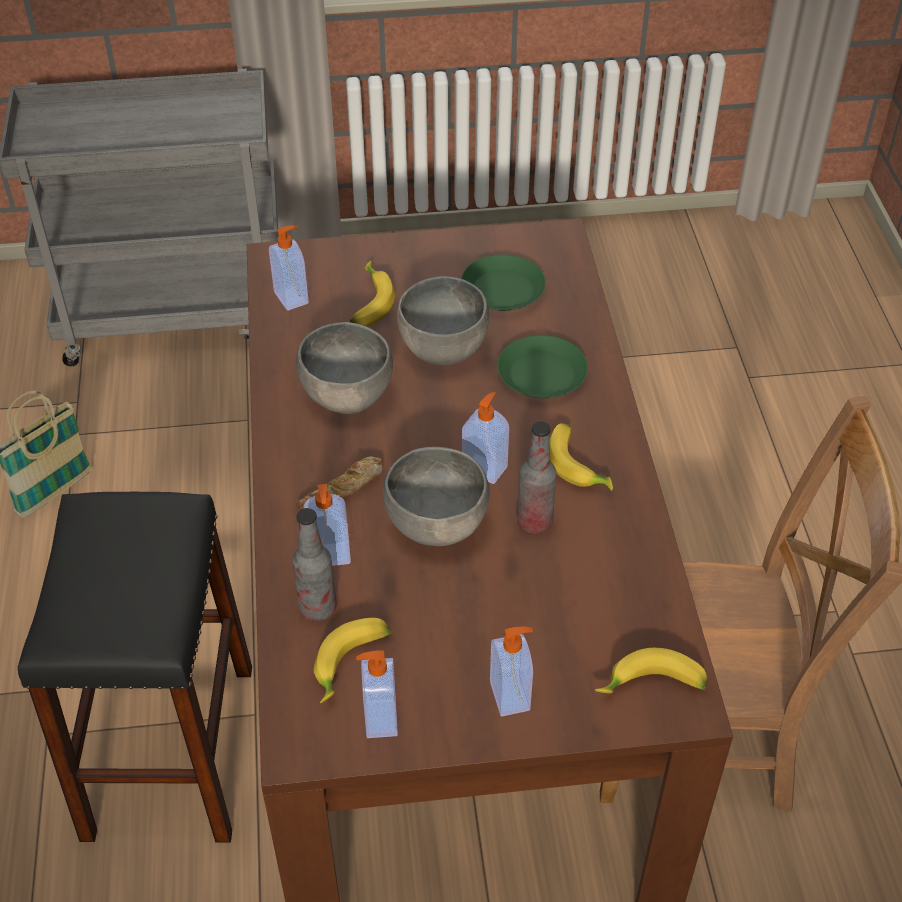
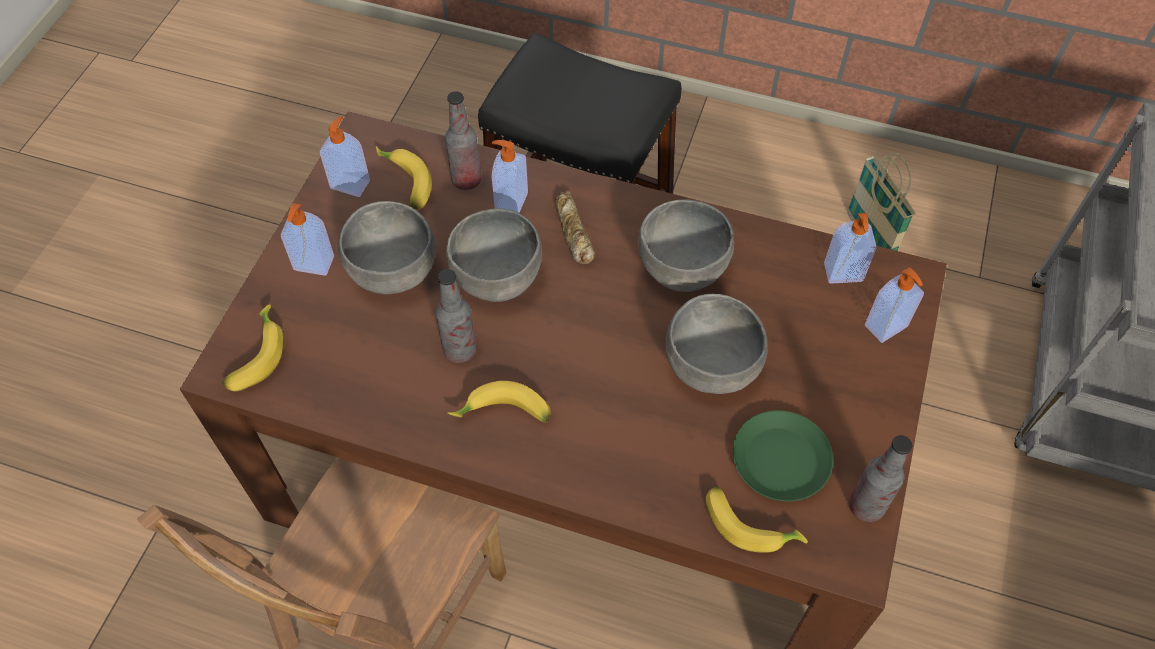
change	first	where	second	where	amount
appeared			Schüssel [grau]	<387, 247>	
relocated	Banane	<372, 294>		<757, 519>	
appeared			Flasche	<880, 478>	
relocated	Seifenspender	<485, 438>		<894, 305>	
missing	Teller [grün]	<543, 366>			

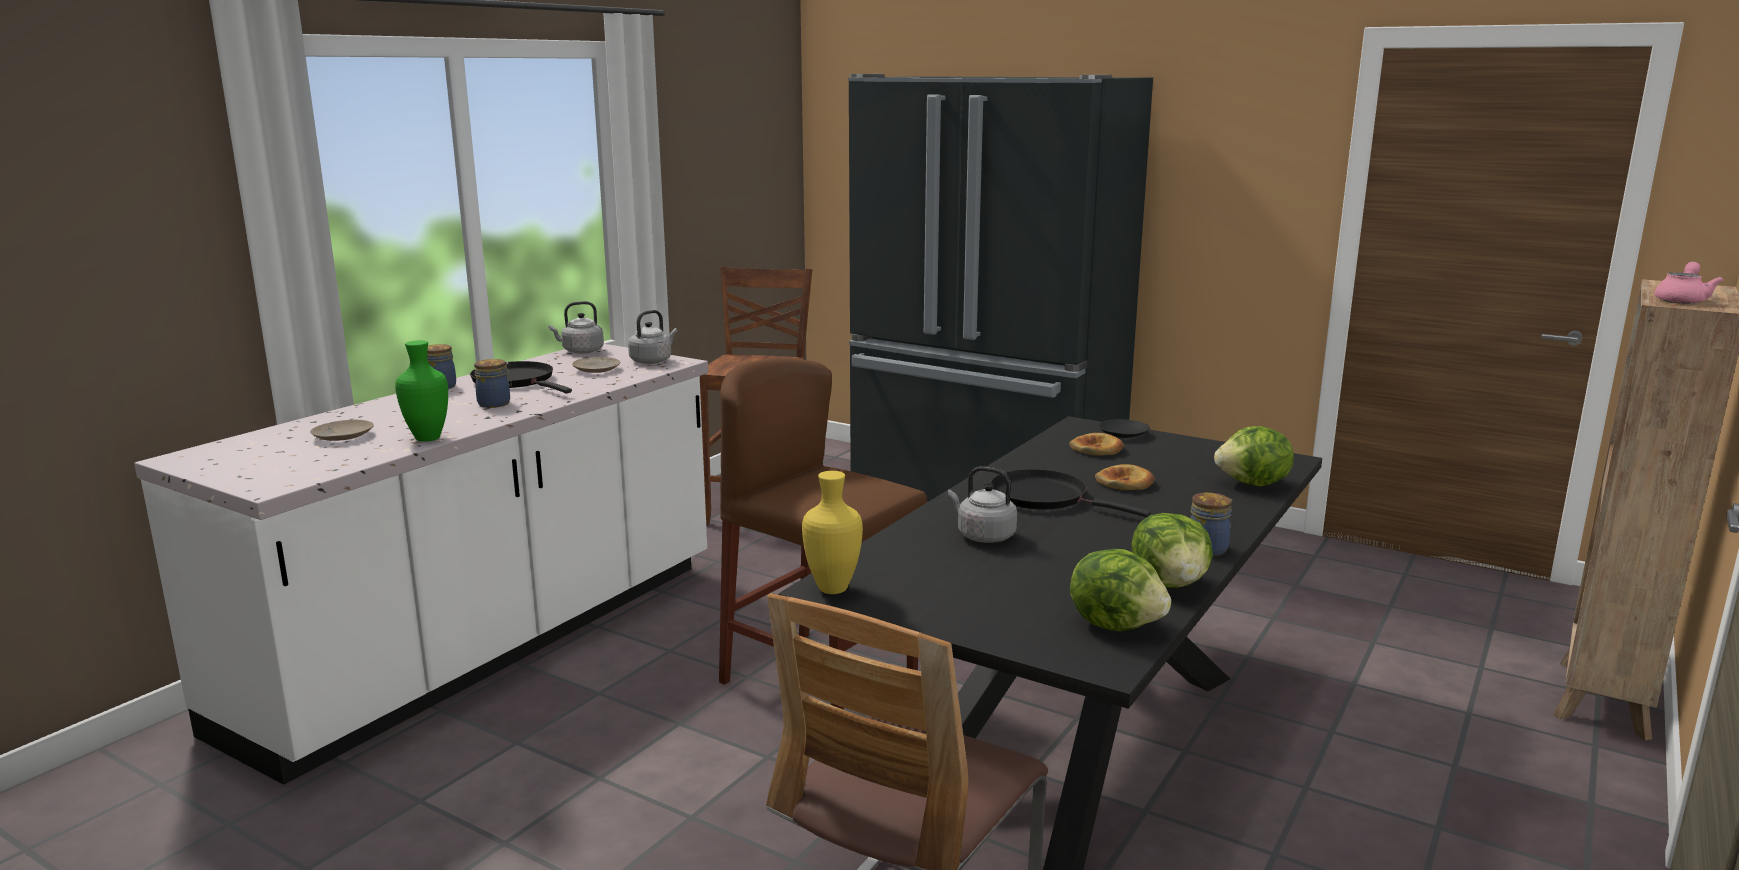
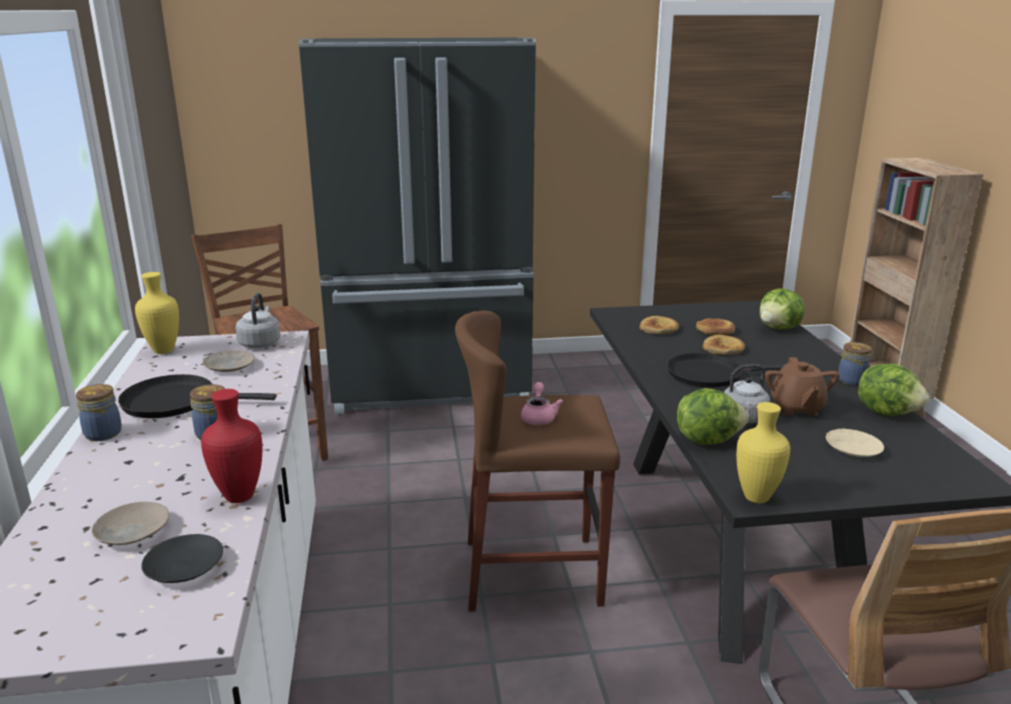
change	first	where	second	where	amount
exchanged	Wasserkessel [grau]	<576, 327>	Vase [gelb]	<157, 313>	
relocated	Teller [schwarz]	<1124, 428>		<182, 558>	
colour	Vase [grün]	<421, 391>	Vase [rot]	<231, 446>	
relocated	Teekanne [rosa]	<1688, 283>		<542, 403>	
relocated	Salatkopf	<1120, 590>		<712, 416>	
appeared			Brot	<715, 326>	
appeared			Teekanne [braun]	<802, 386>	
appeared			Teller [beige]	<855, 443>	

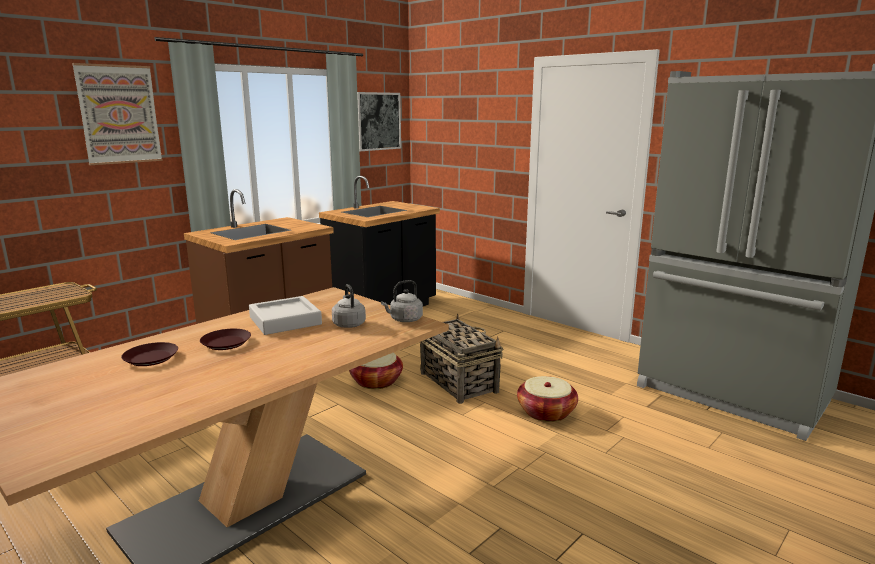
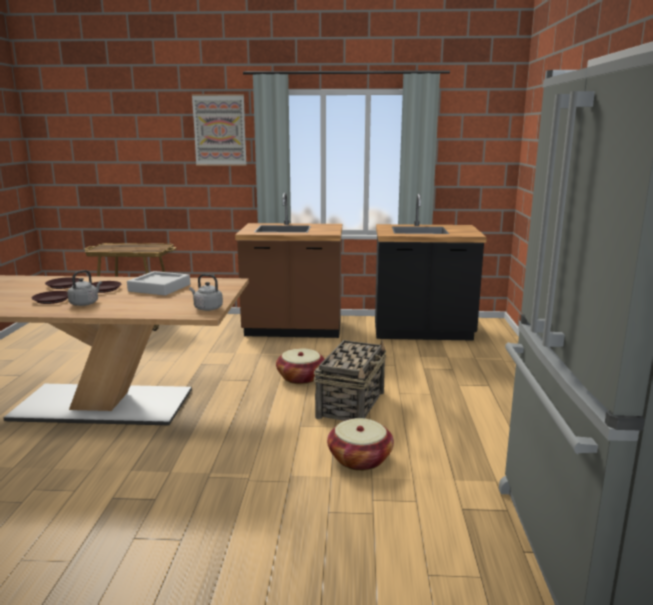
change	first	where	second	where	amount
appeared			Teller [braun]	<50, 297>	
relocated	Wasserkessel [grau]	<349, 306>		<84, 288>	
missing	Bild	<379, 121>			

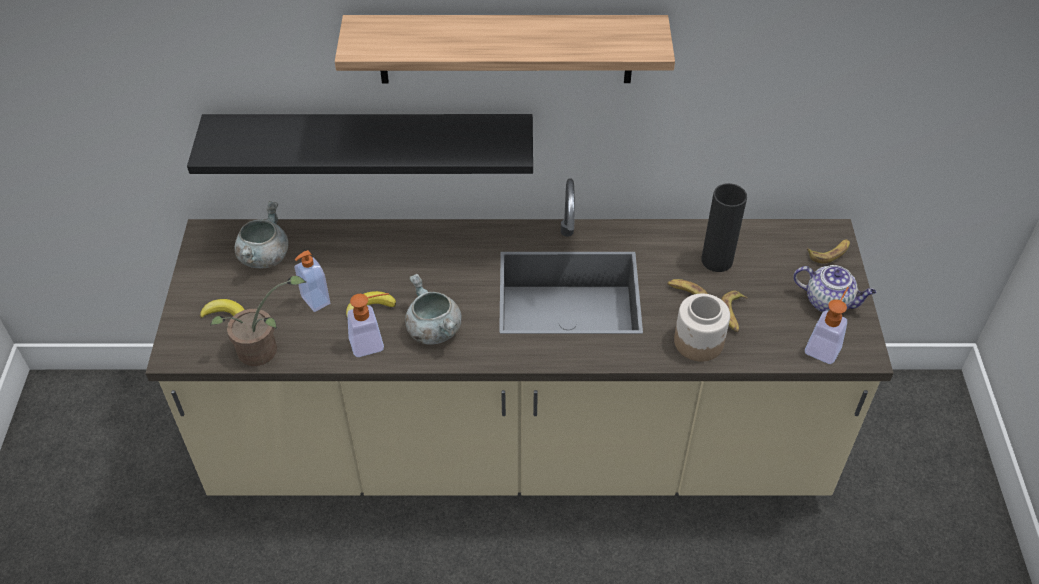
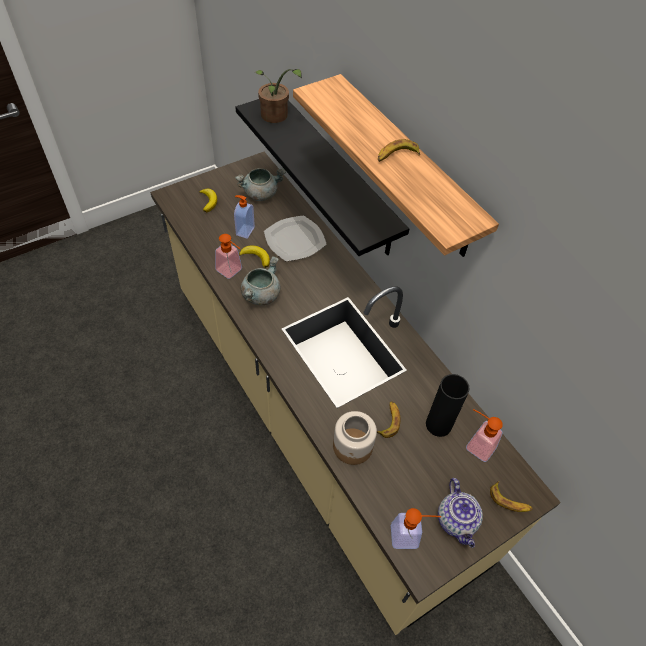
change	first	where	second	where	amount
relocated	Topfpflanze	<258, 320>		<278, 96>	
appeared			Teller	<295, 238>	
relocated	Banane	<734, 311>		<399, 150>	
appeared			Seifenspender	<484, 435>	

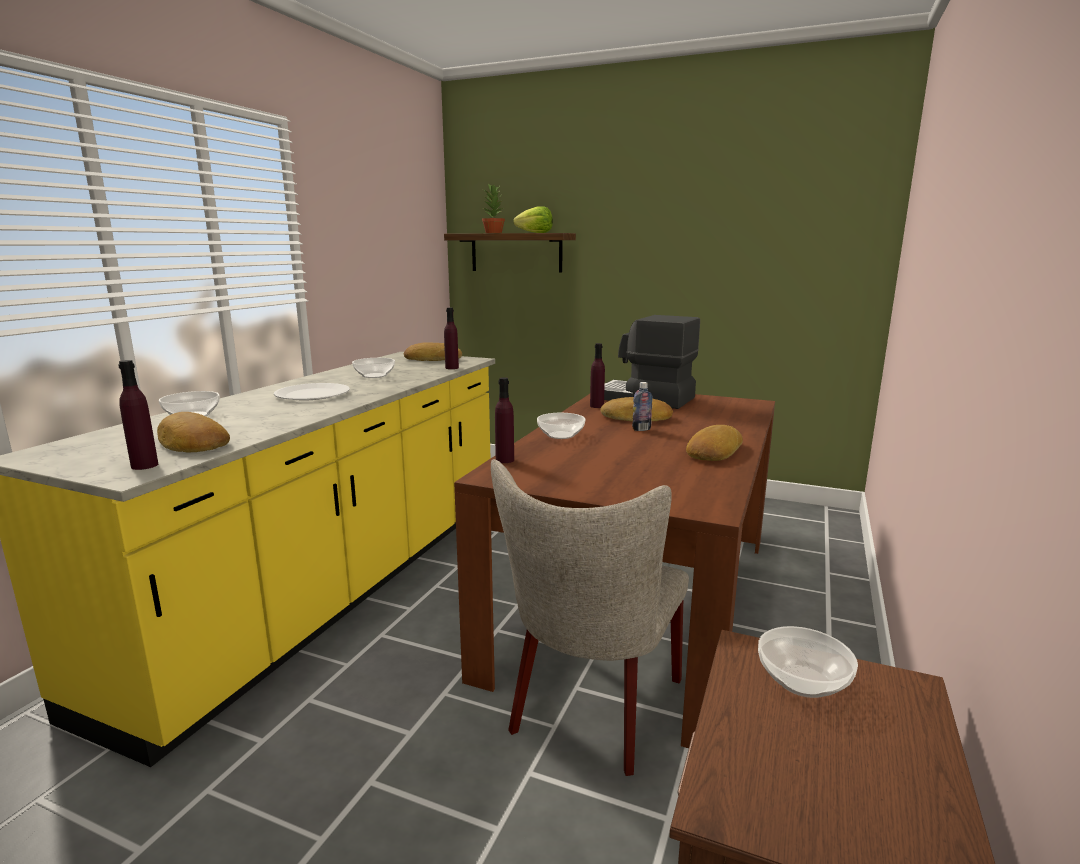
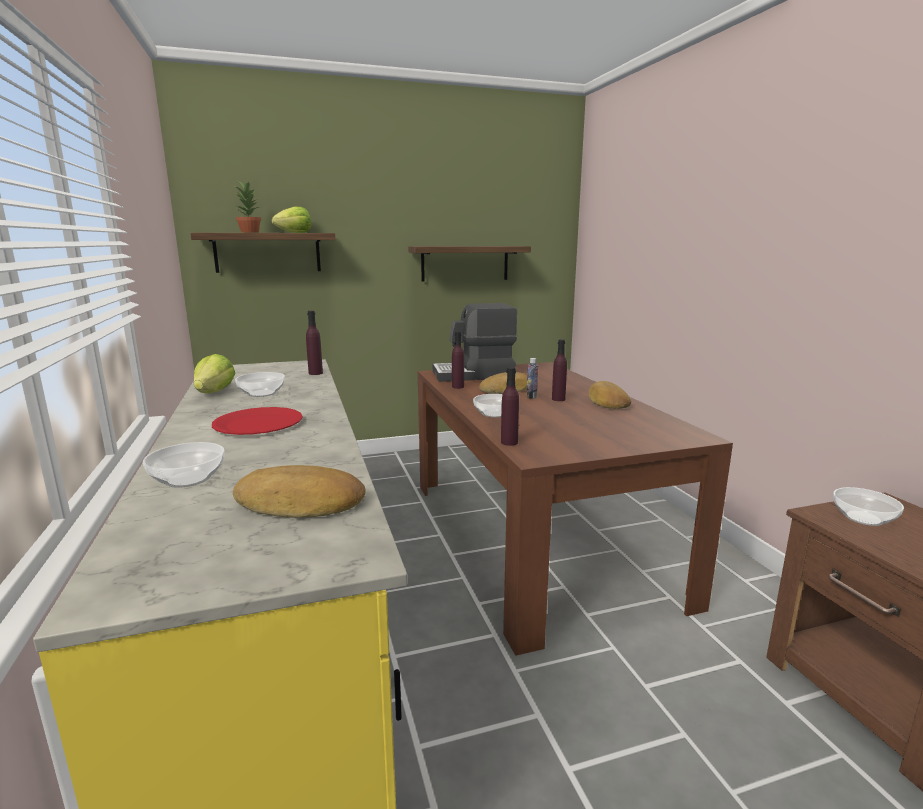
change	first	where	second	where	amount
appeared			Salatkopf	<214, 373>	
colour	Teller [weiß]	<312, 391>	Teller [rot]	<257, 421>	
appeared			Wandregal	<469, 264>	
relocated	Flasche [lila]	<138, 415>		<559, 370>	
missing	Brot	<433, 351>			
missing	Stuhl [beige]	<590, 617>			

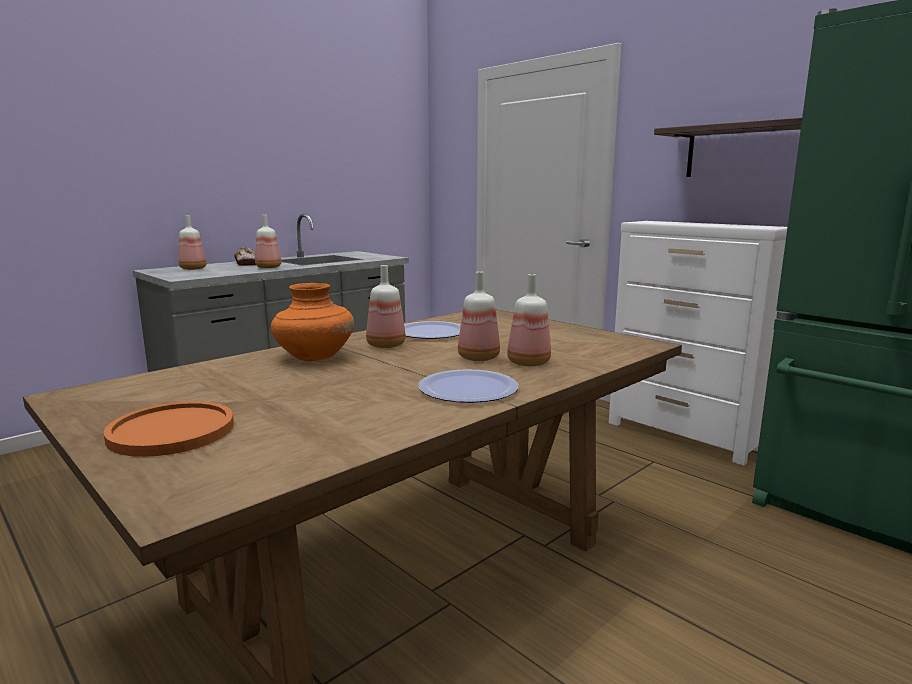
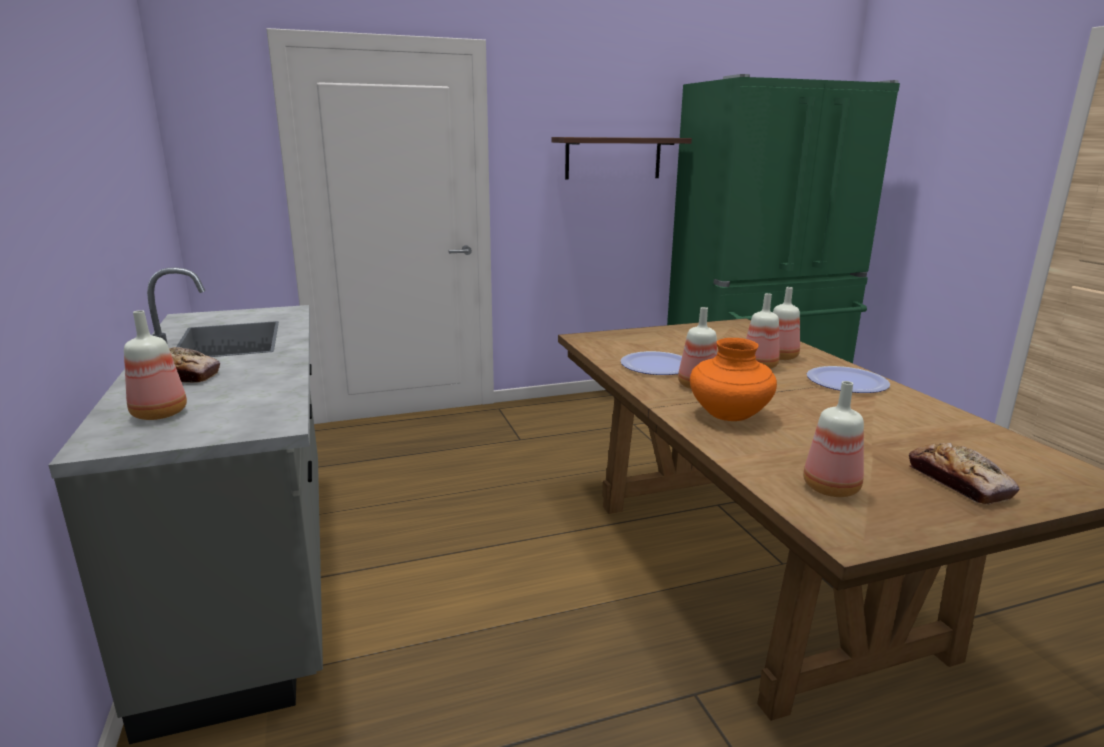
change	first	where	second	where	amount
relocated	Flasche	<268, 241>		<833, 439>	
exchanged	Teller [orange]	<169, 429>	Brot	<964, 474>	
missing	Kommode [weiß]	<698, 343>			

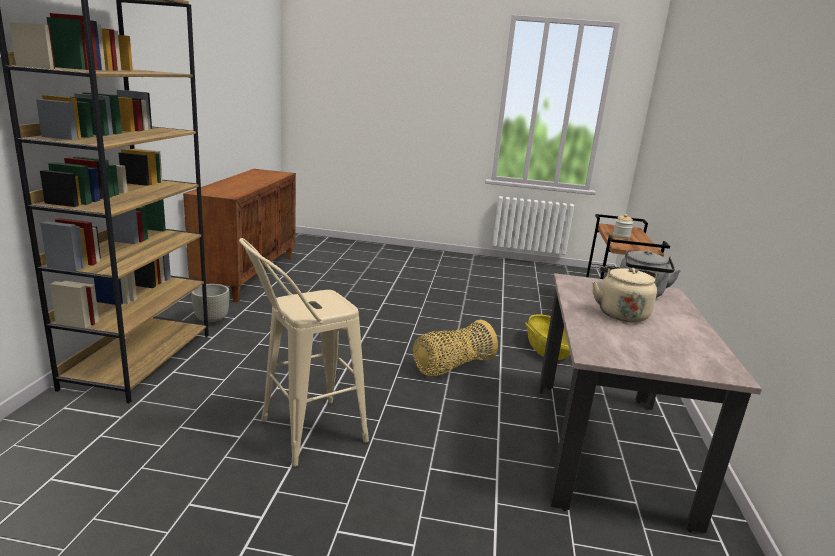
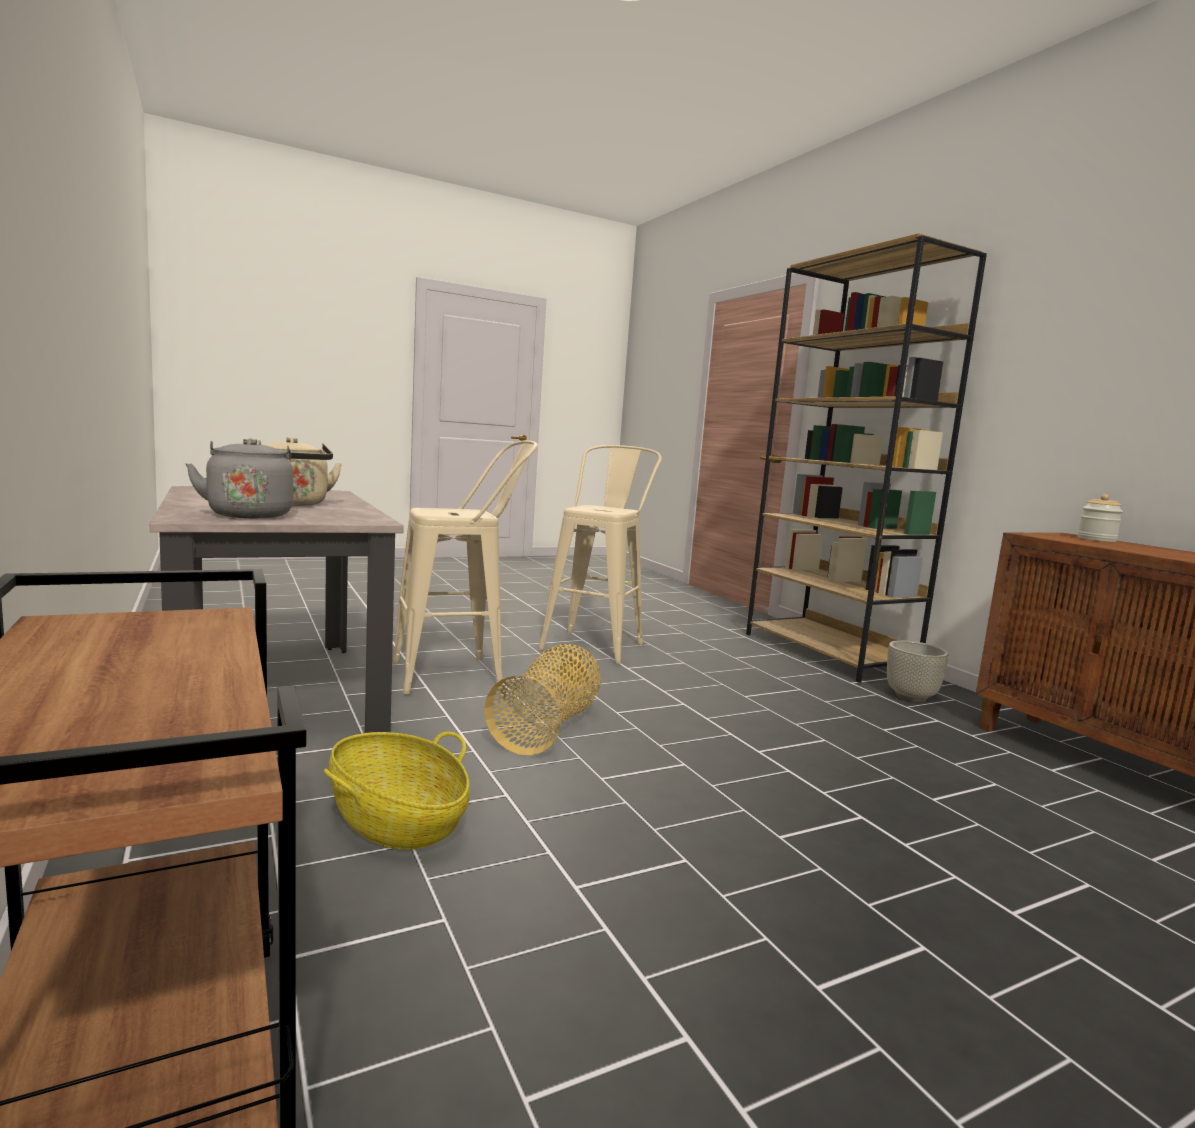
change	first	where	second	where	amount
appeared			Hocker [beige]	<465, 567>	
relocated	Vorratsglas	<623, 226>		<1100, 518>	

